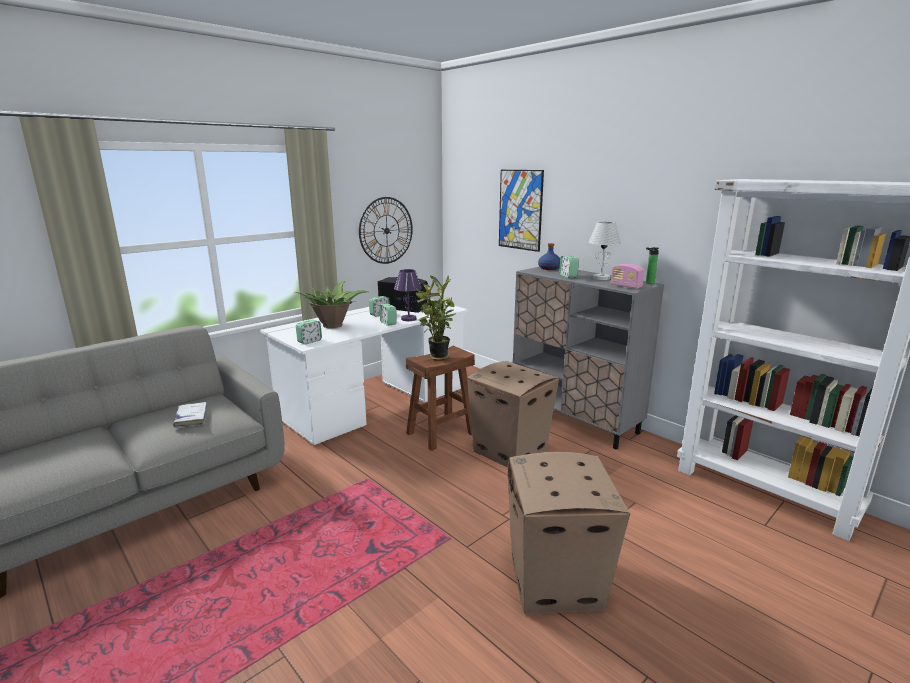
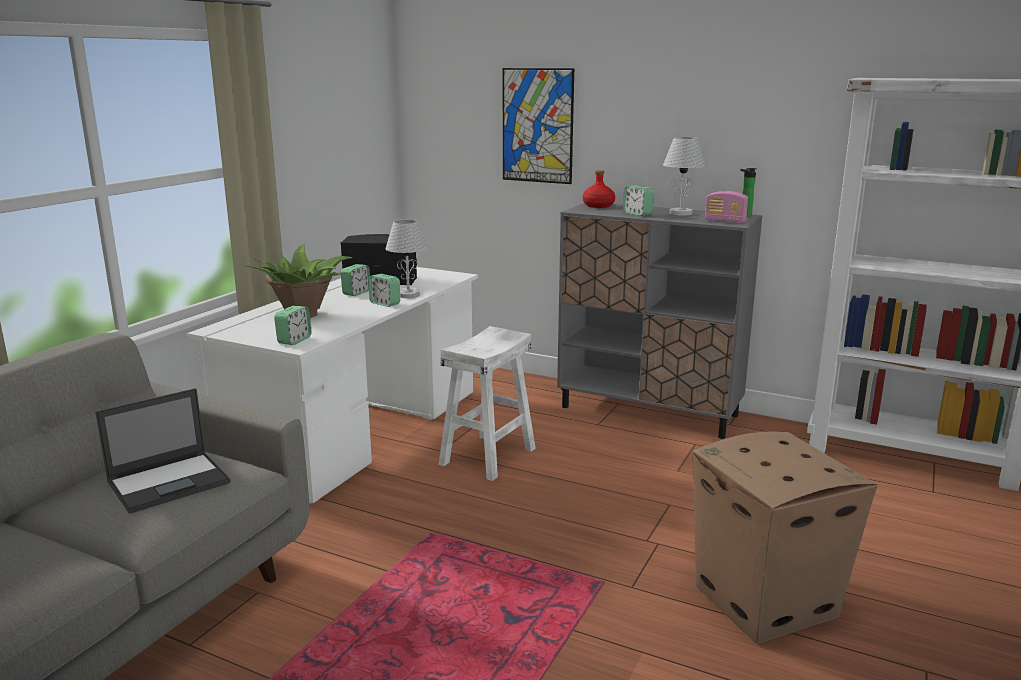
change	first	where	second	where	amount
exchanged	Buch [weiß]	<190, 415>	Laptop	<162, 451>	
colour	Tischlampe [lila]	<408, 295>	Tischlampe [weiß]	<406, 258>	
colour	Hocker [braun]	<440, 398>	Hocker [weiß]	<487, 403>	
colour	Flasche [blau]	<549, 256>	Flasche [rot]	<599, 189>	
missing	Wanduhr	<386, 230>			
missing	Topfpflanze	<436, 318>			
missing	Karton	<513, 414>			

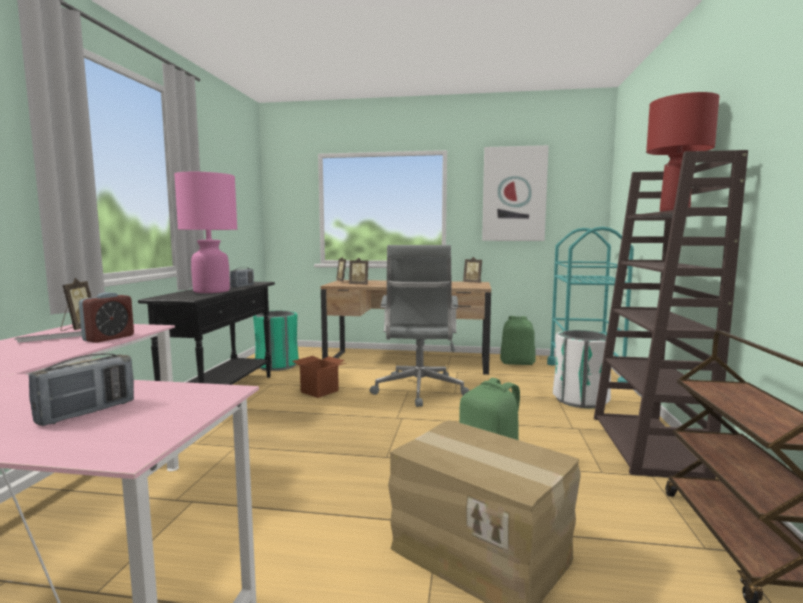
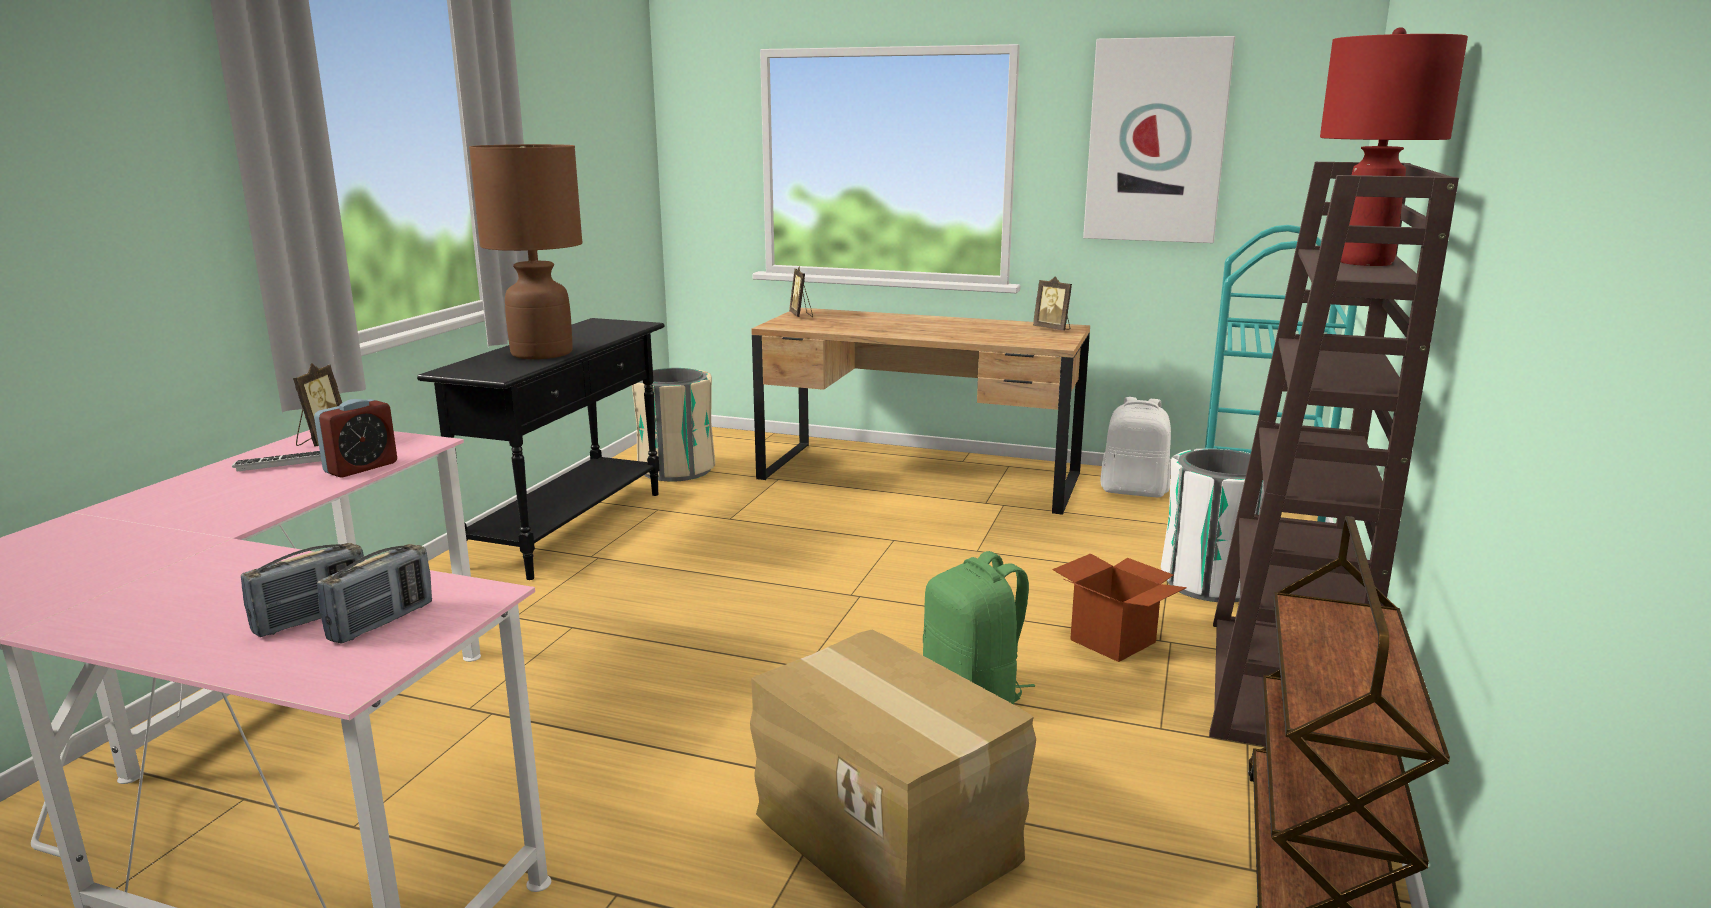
change	first	where	second	where	amount
relocated	Radio	<242, 277>		<374, 594>	
colour	Tischlampe [rosa]	<206, 232>	Tischlampe [braun]	<526, 251>	
colour	Mülleimer [grün]	<276, 341>	Mülleimer [beige]	<673, 425>	
relocated	Karton	<319, 377>		<1119, 607>	
colour	Rucksack [grün]	<518, 340>	Rucksack [weiß]	<1135, 447>	
missing	Bilderrahmen	<358, 271>			
missing	Bürostuhl [grau]	<419, 326>			

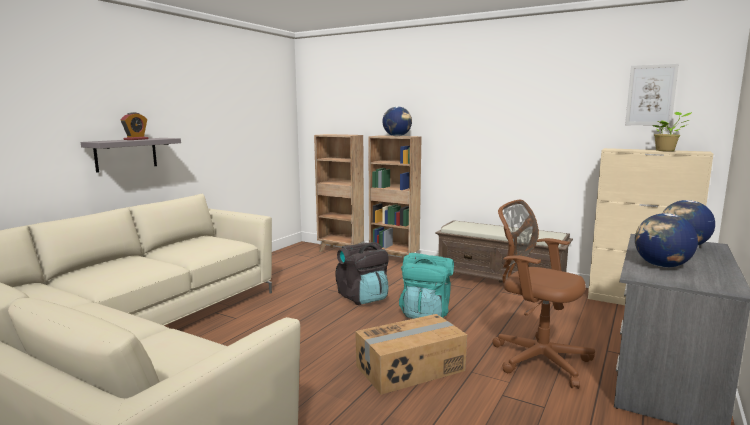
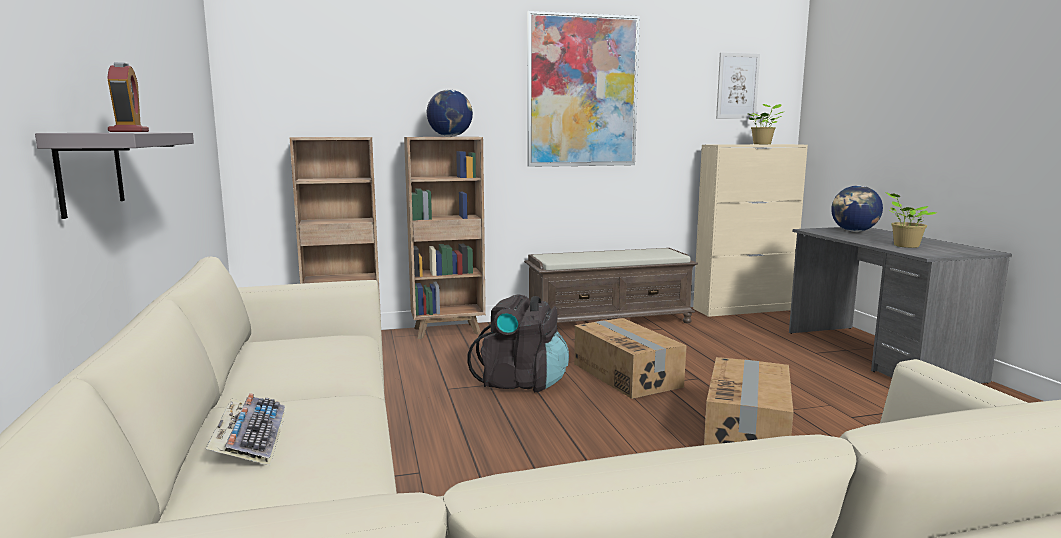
change	first	where	second	where	amount
appeared			Tastatur	<245, 429>	
appeared			Bild	<583, 89>	
exchanged	Rucksack [türkis]	<426, 286>	Karton	<630, 358>	
exchanged	Globus	<666, 240>	Topfpflanze	<910, 220>	
missing	Bürostuhl [braun]	<543, 294>			

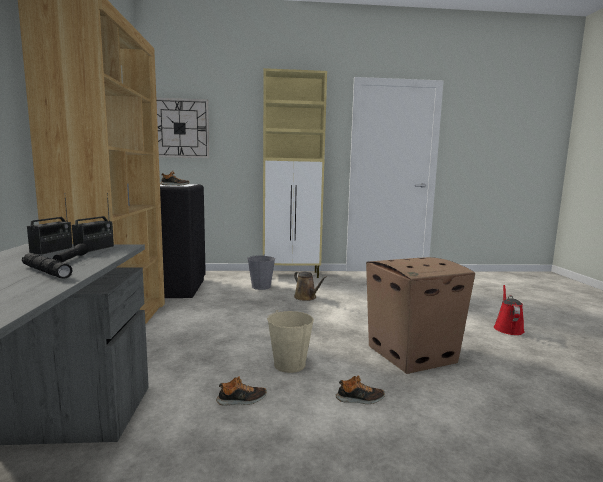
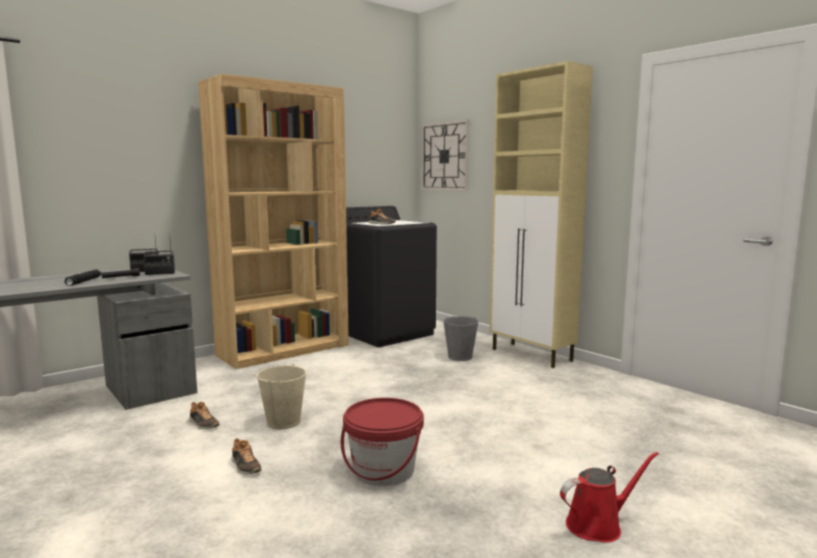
change	first	where	second	where	amount
exchanged	Karton	<420, 315>	Eimer [rot]	<382, 442>	
missing	Gießkanne [braun]	<310, 286>			

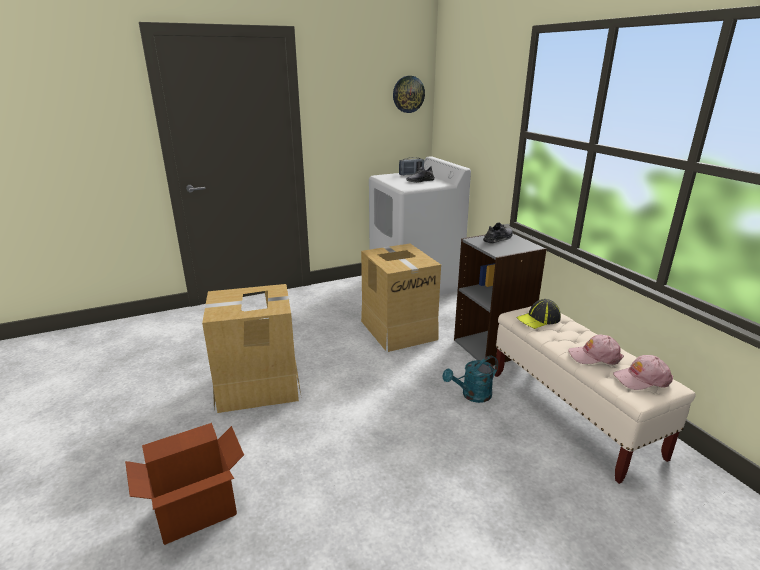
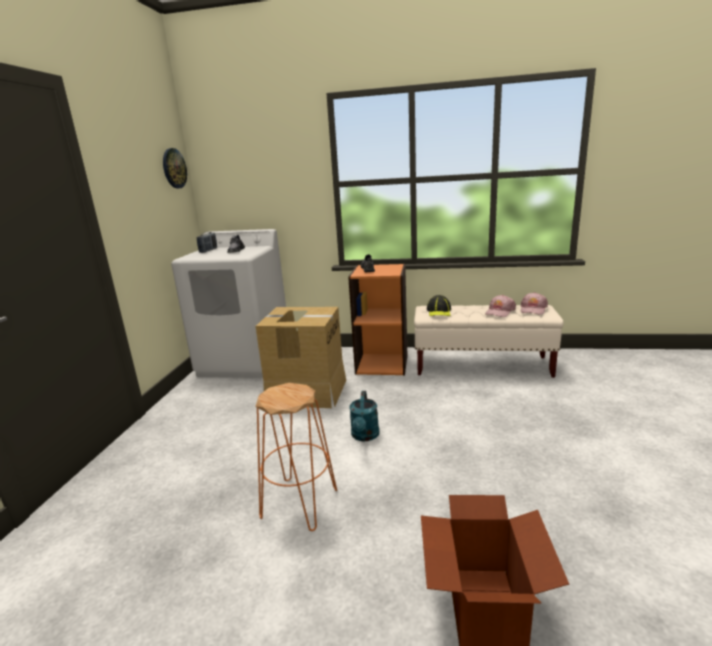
change	first	where	second	where	amount
exchanged	Karton	<251, 348>	Hocker [orange]	<296, 457>	
colour	Bücherregal [grau]	<500, 300>	Bücherregal [orange]	<377, 319>	
relocated	Gießkanne [türkis]	<470, 379>		<364, 416>	

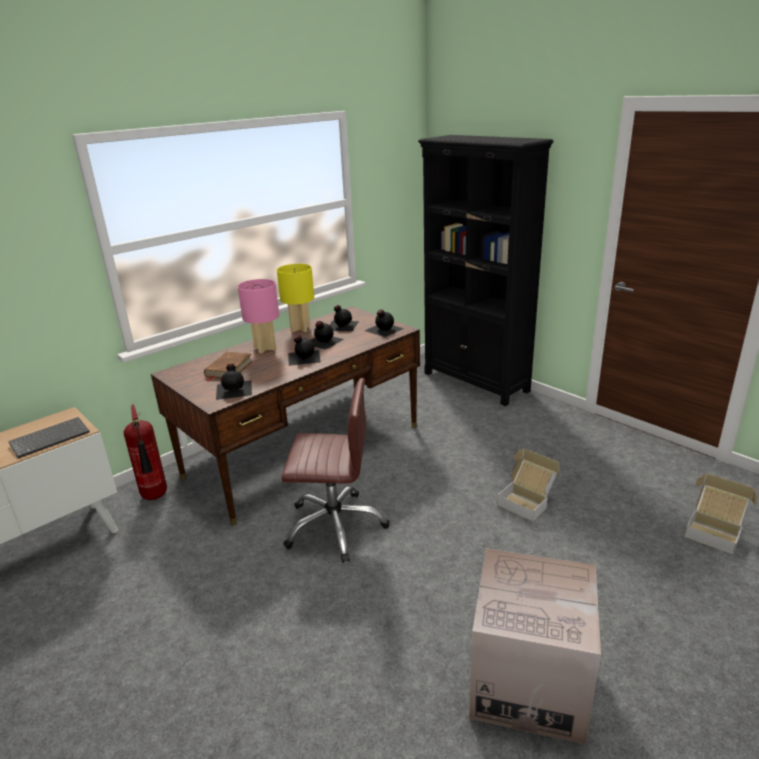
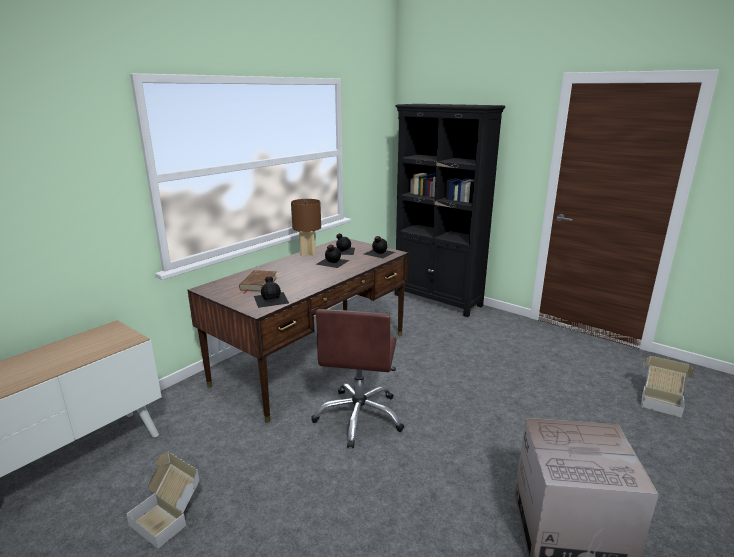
change	first	where	second	where	amount
relocated	Karton	<528, 485>		<163, 500>	
colour	Tischlampe [gelb]	<295, 298>	Tischlampe [braun]	<306, 227>	
spun	Bürostuhl [braun]	<335, 470>		<357, 378>	105 degrees clockwise
missing	Tastatur	<49, 437>			
missing	Feuerlöscher	<145, 452>			
missing	Tischlampe [rosa]	<258, 316>			
missing	Flasche [schwarz]	<304, 350>			

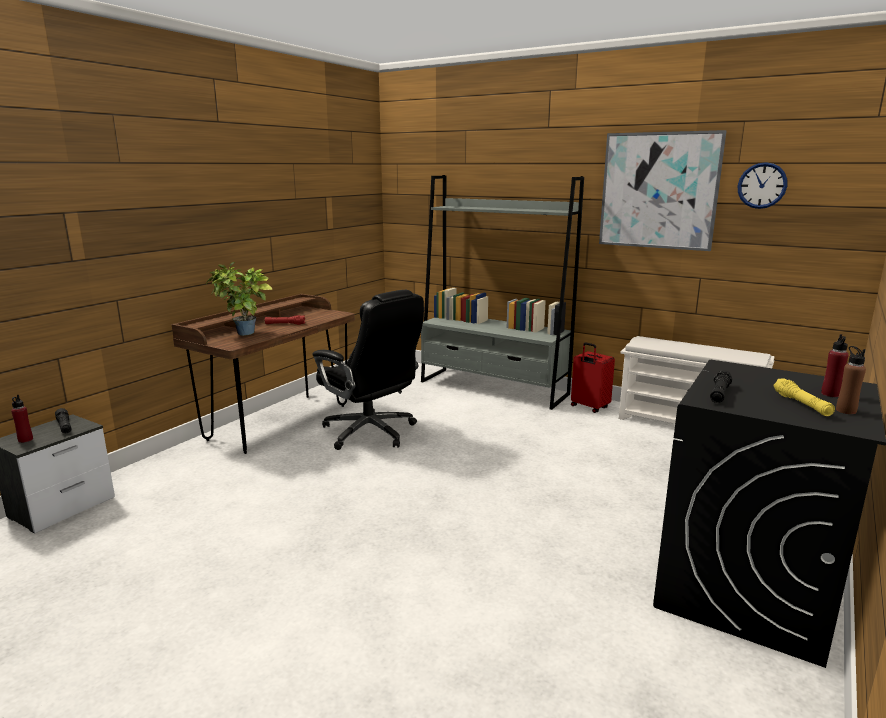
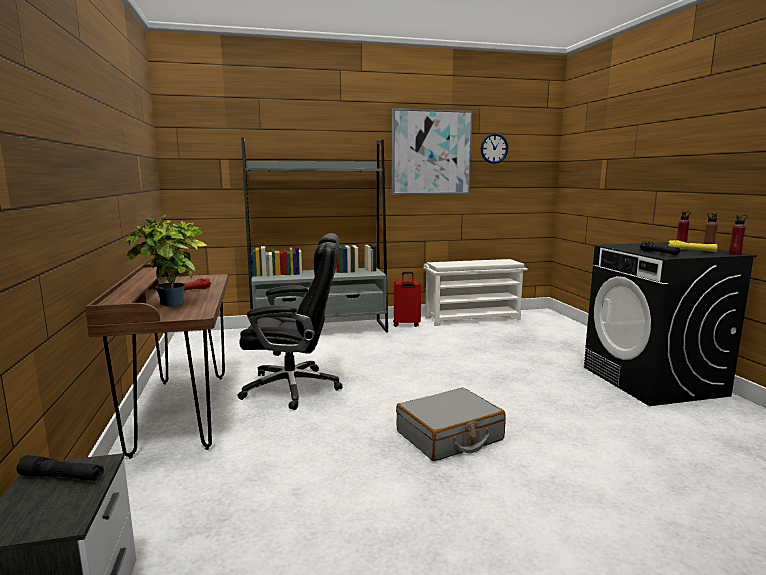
change	first	where	second	where	amount
appeared			Koffer [grau]	<451, 424>	
relocated	Flasche [rot]	<22, 419>		<738, 235>	

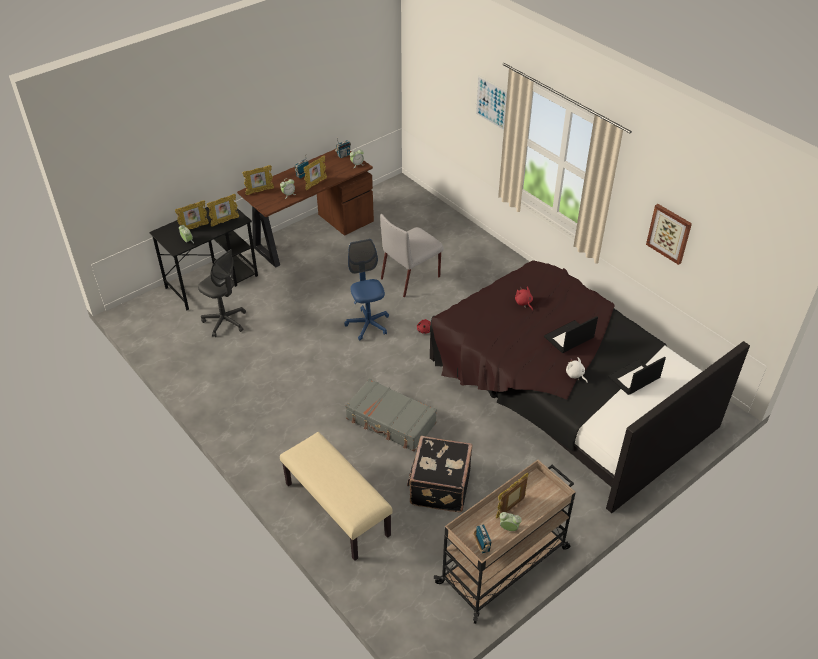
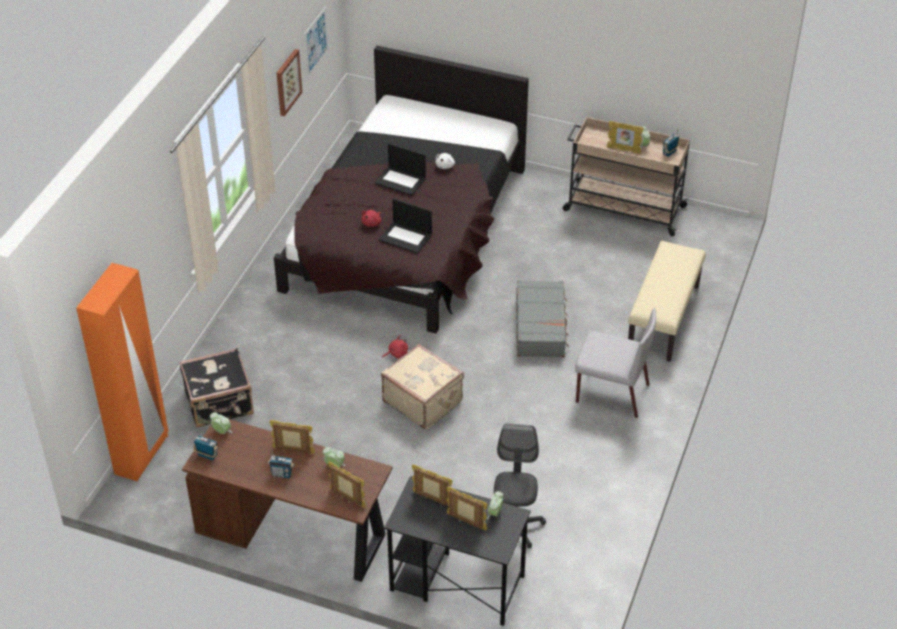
change	first	where	second	where	amount
appeared			Kleiderschrank [orange]	<122, 372>	
relocated	Koffer [schwarz]	<439, 474>		<216, 388>	
relocated	Bild	<491, 103>		<316, 42>	
relocated	Laptop	<637, 376>		<405, 226>	
exchanged	Bürostuhl [blau]	<366, 290>	Koffer [beige]	<422, 387>	
relocated	Stuhl [grau]	<412, 255>		<615, 363>	

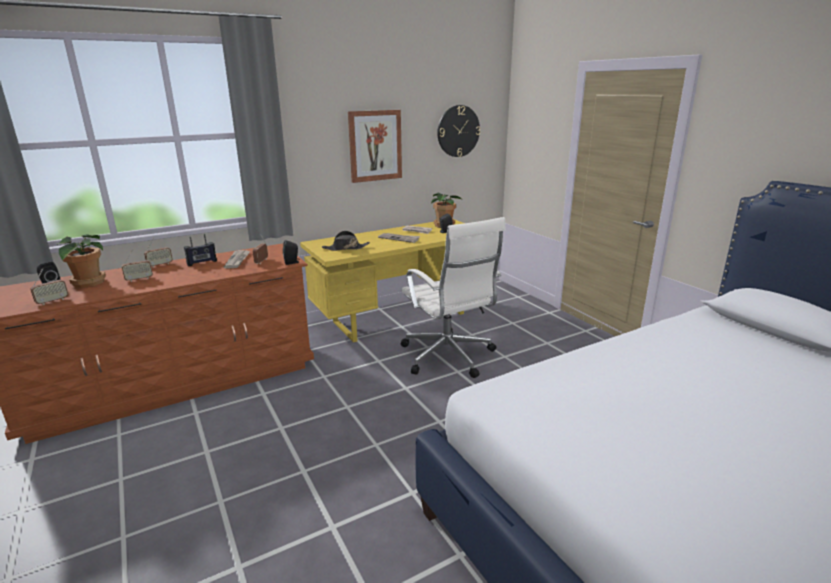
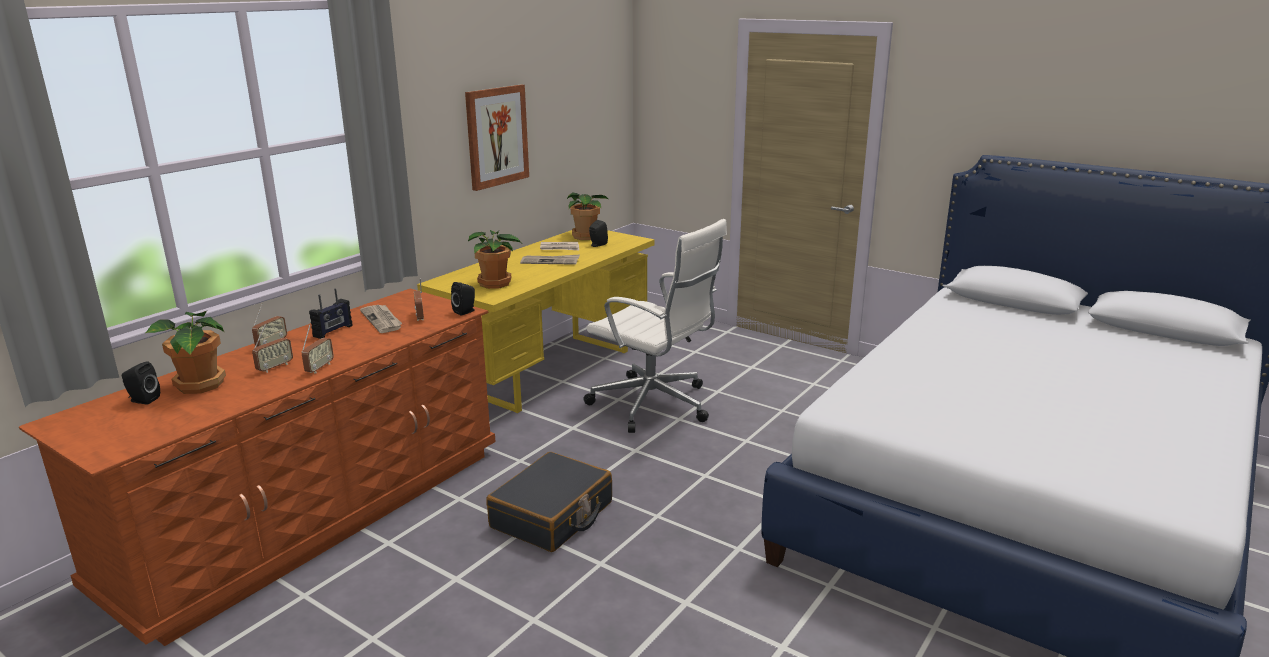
change	first	where	second	where	amount
relocated	Radio	<49, 286>		<317, 349>	
exchanged	Hut [schwarz]	<346, 241>	Topfpflanze	<494, 259>	
appeared			Koffer [schwarz]	<549, 502>	
missing	Wanduhr	<458, 131>			

